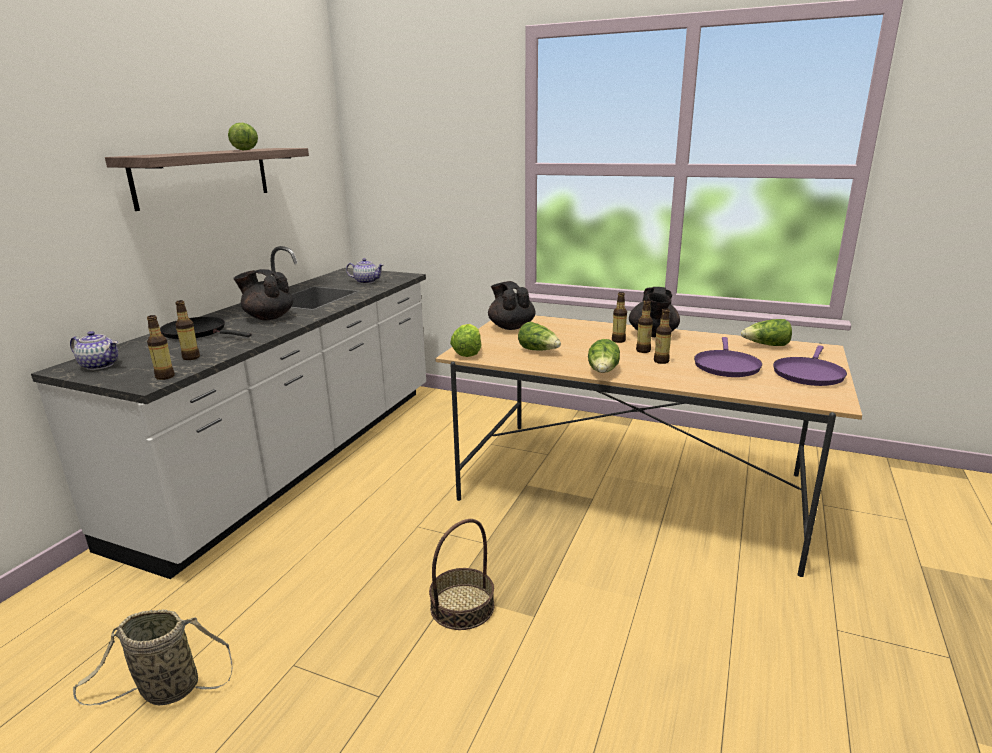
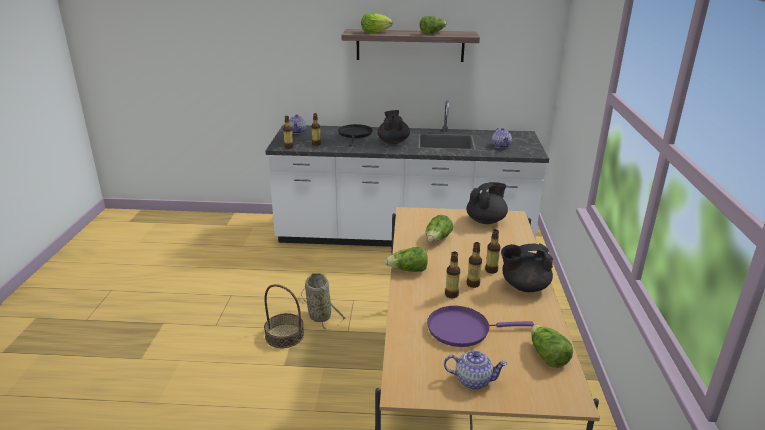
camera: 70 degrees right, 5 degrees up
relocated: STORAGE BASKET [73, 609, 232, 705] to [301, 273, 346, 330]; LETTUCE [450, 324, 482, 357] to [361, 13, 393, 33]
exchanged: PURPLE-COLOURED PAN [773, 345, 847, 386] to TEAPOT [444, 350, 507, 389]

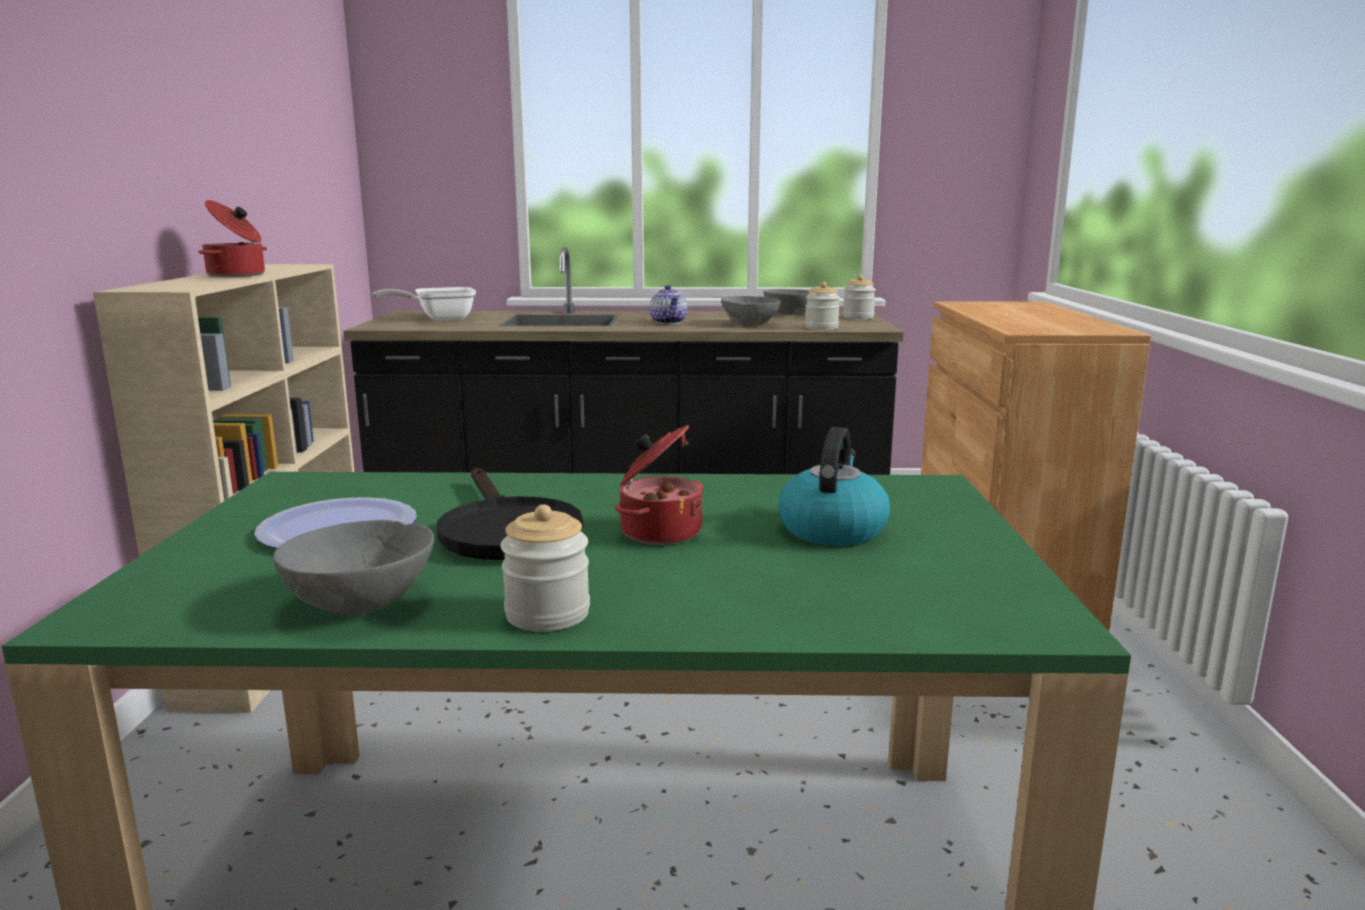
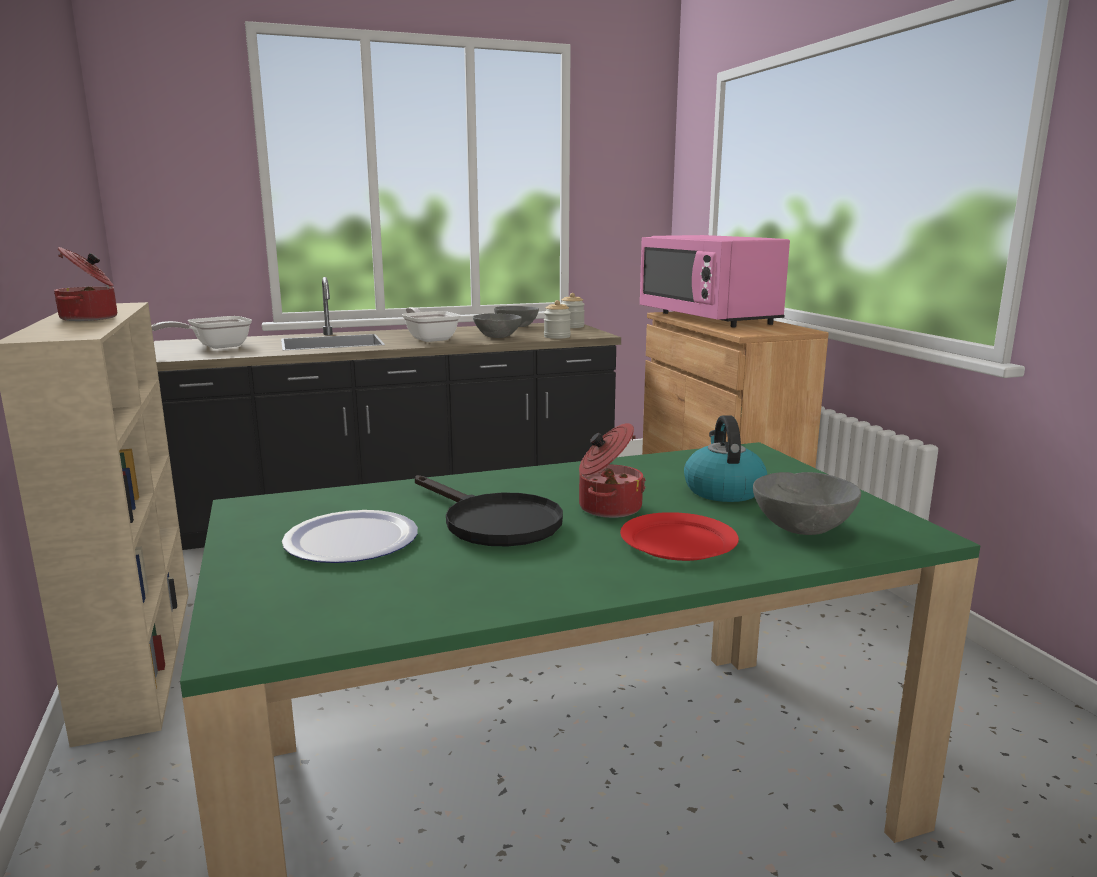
camera: 20 degrees left, 0 degrees up
missing: STORAGE JAR [500, 504, 590, 632]
appeared: RED-COLOURED DINNER PLATE [620, 512, 739, 561]; PINK-COLOURED MICROWAVE OVEN [640, 235, 790, 327]
relocated: GREYISH DEEP DISH [273, 520, 434, 615] to [753, 472, 861, 535]
exchanged: TEAPOT [649, 285, 687, 324] to PAN [402, 307, 461, 342]

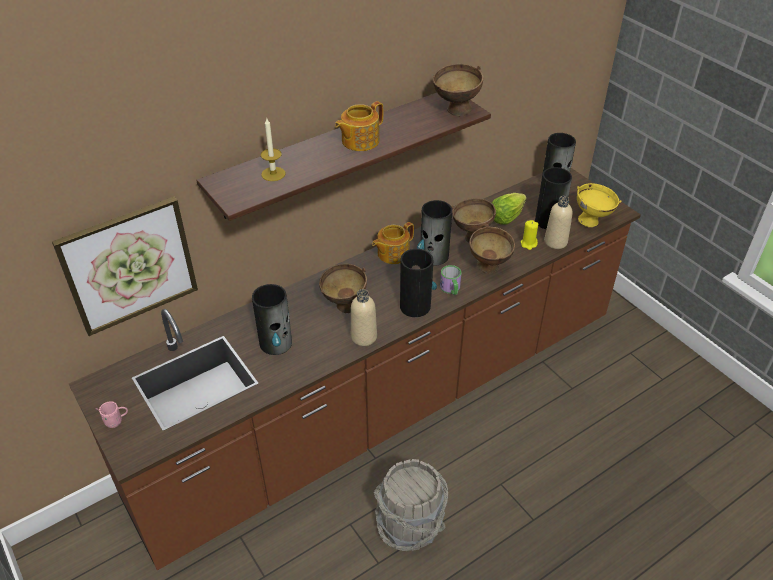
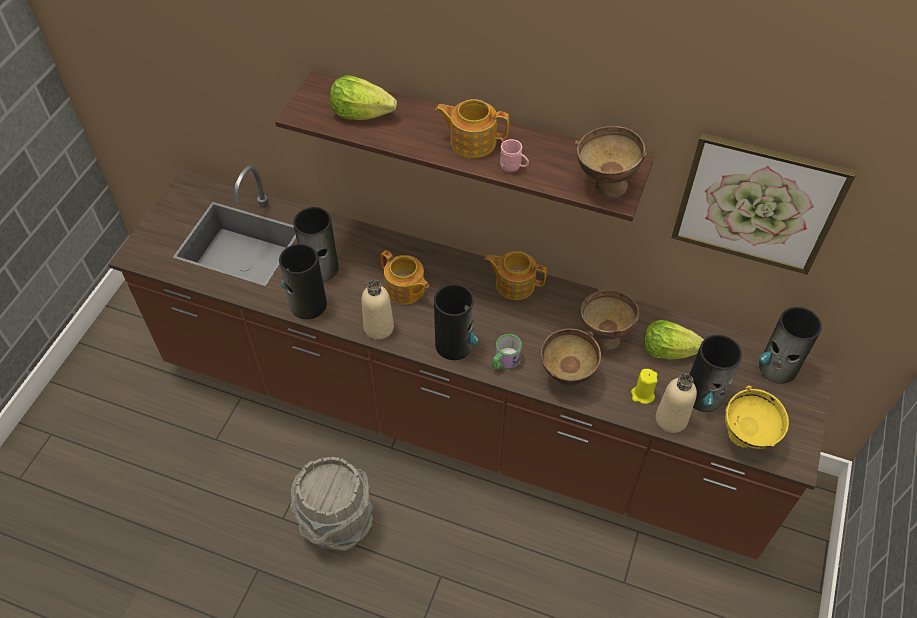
camera: 55 degrees right, 10 degrees up
relocated: VASE [417, 200, 452, 266] to [279, 244, 327, 319]; PINK-COLOURED MUG [96, 401, 128, 428] to [500, 137, 529, 172]; WALL ART [52, 197, 198, 336] to [671, 133, 856, 275]
exchanged: WAX CANDLE [261, 117, 285, 181] to LETTUCE [330, 75, 397, 120]; BROWNISH DEEP DISH [319, 263, 367, 313] to TEAPOT [381, 250, 429, 304]

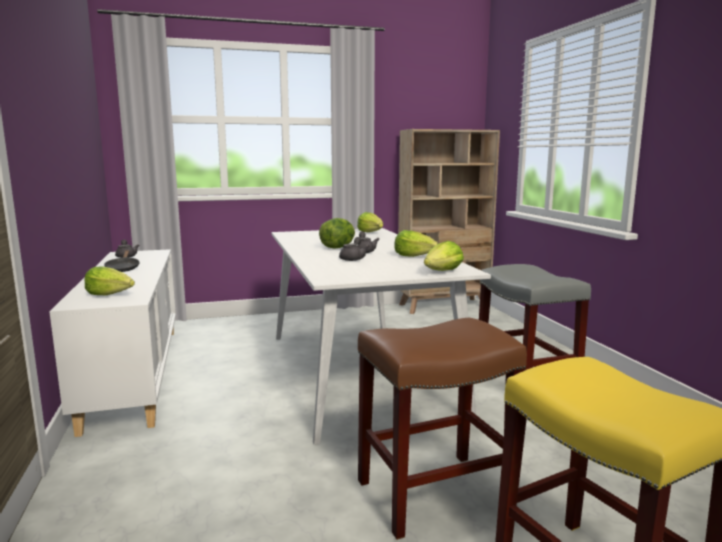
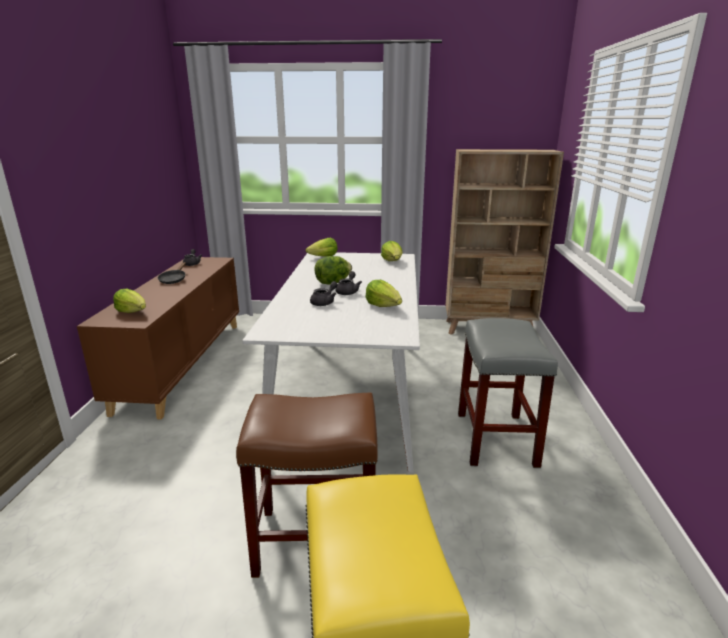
camera: 20 degrees right, 10 degrees up
relocated: LETTUCE [424, 241, 464, 271] to [306, 238, 338, 256]
colour: WHITE CABINET [49, 249, 176, 437] to BROWNISH CABINET [77, 257, 239, 420]

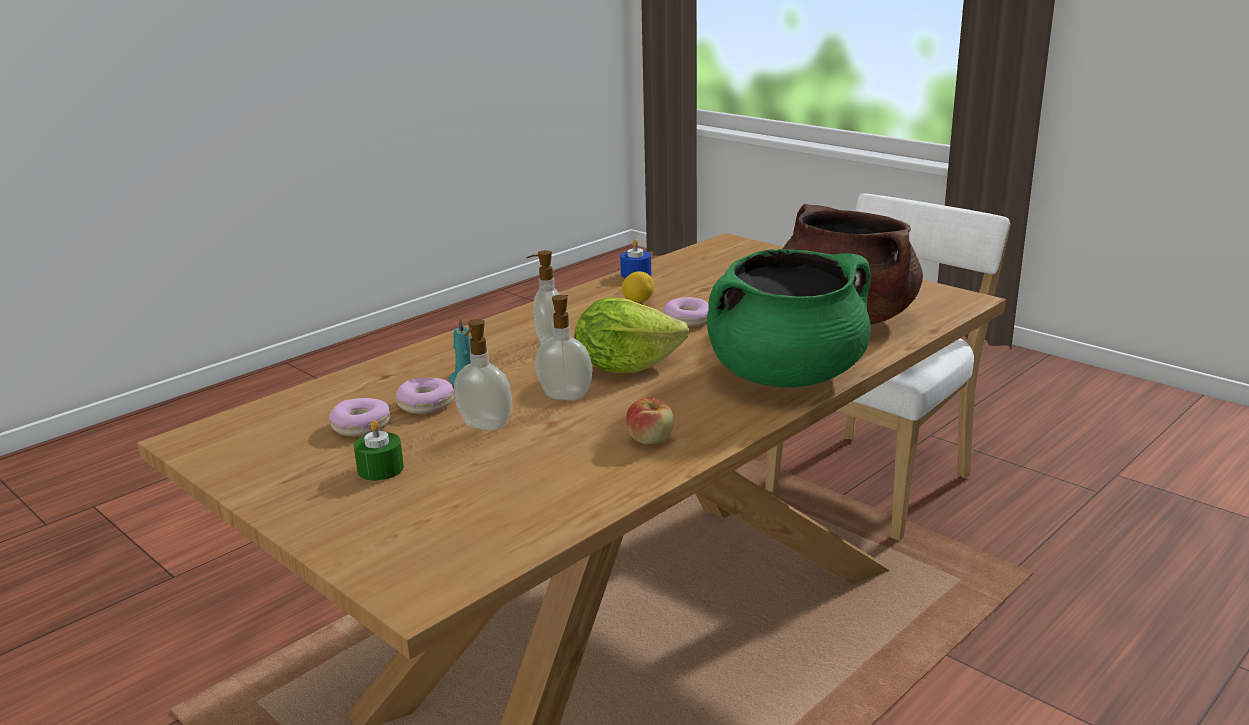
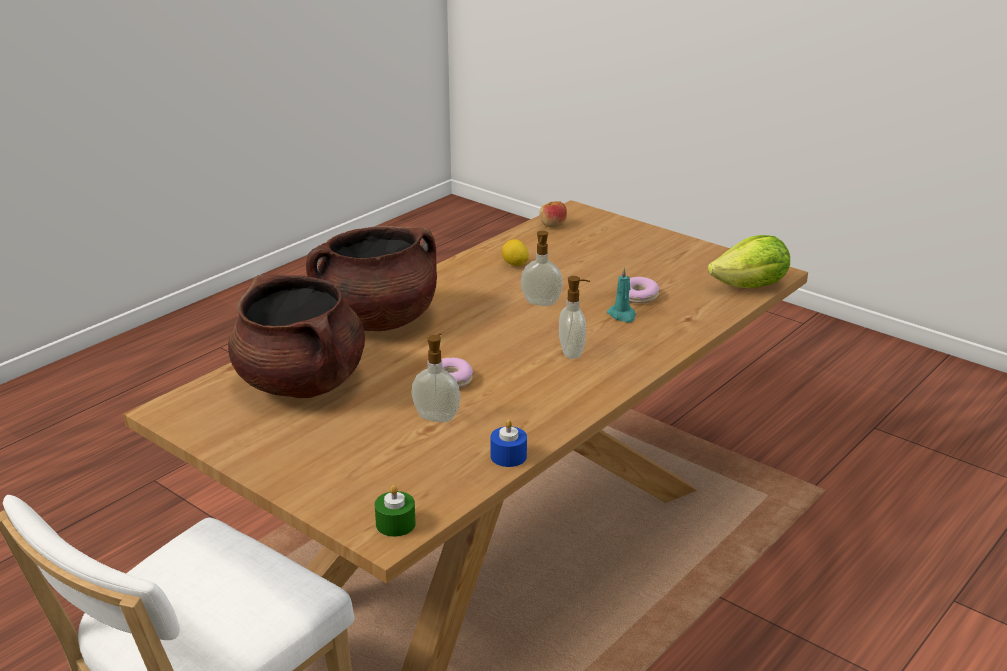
camera: 175 degrees right, 5 degrees up
missing: DOUGHNUT [329, 398, 390, 437]
relocated: GREENISH WAX CANDLE [354, 420, 404, 481] to [375, 485, 416, 537]; SOAP BOTTLE [454, 319, 512, 430] to [412, 333, 460, 422]; WHOLE LEMON [622, 271, 654, 303] to [502, 239, 529, 266]; APPLE FRUIT [626, 398, 674, 444] to [540, 201, 567, 228]; LETTUCE [575, 298, 689, 373] to [708, 235, 790, 288]
colour: GREENISH COOKING POT [707, 249, 871, 387] to BROWNISH COOKING POT [306, 226, 437, 331]

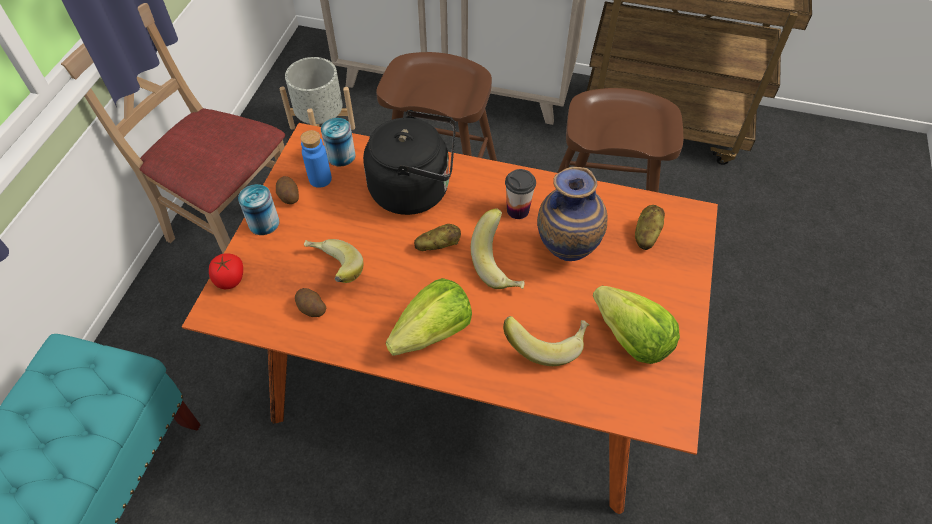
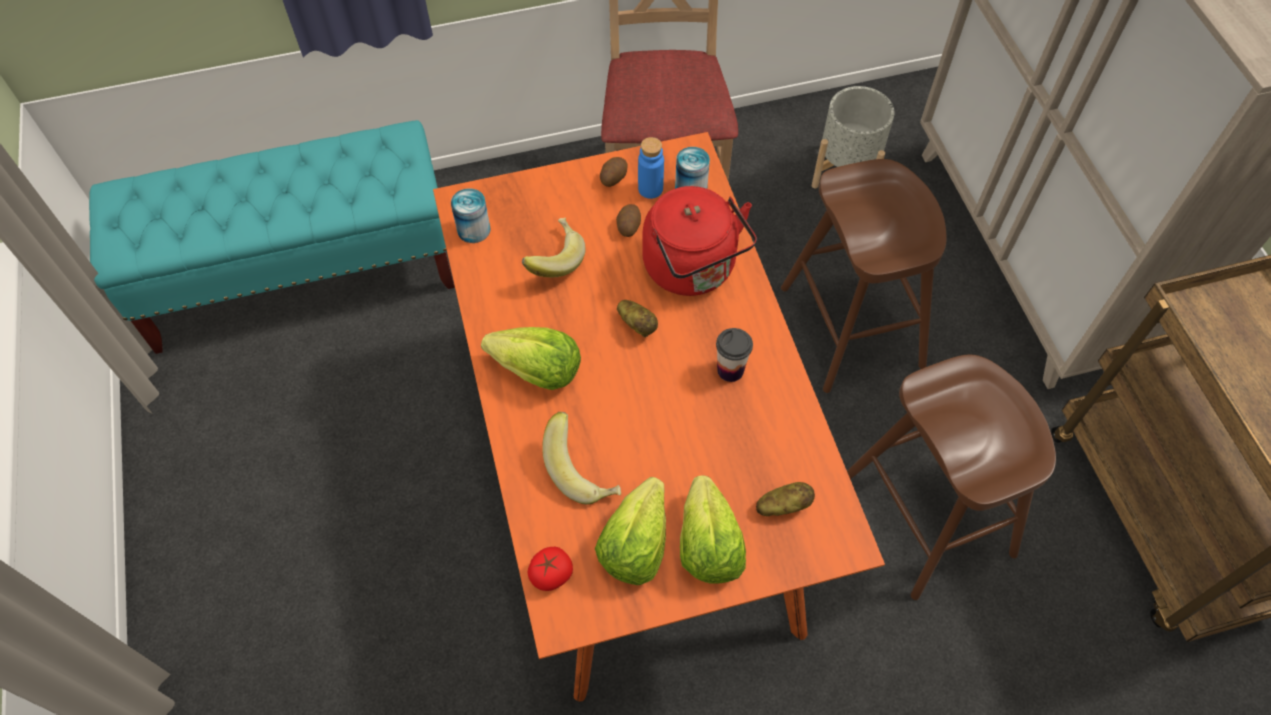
camera: 60 degrees right, 5 degrees up
missing: BANANA [471, 208, 525, 289]; VASE [537, 167, 608, 261]
appeared: LETTUCE [680, 476, 746, 584]
relocated: METAL CAN [238, 184, 279, 235] to [451, 188, 491, 243]; WHOLE TOMATO [209, 254, 243, 289] to [528, 547, 573, 591]; WHOLE POTATO [295, 288, 326, 317] to [616, 204, 641, 237]
colour: BLACK-COLOURED TEA KETTLE [363, 110, 456, 215] to RED-COLOURED TEA KETTLE [642, 186, 757, 296]

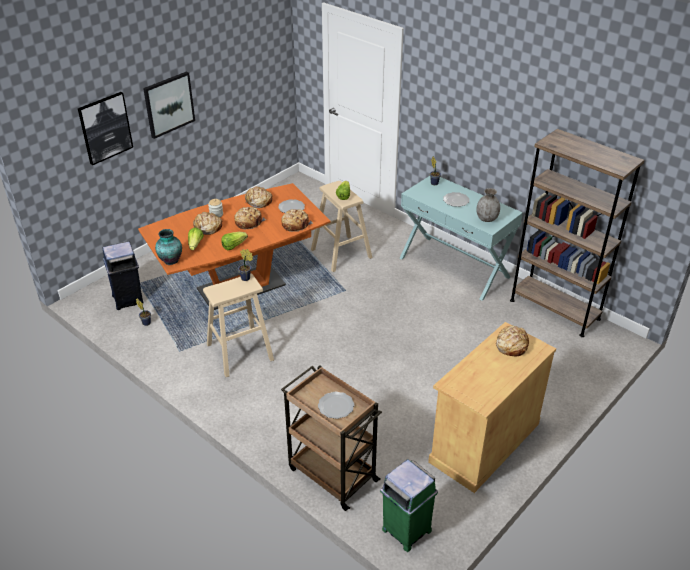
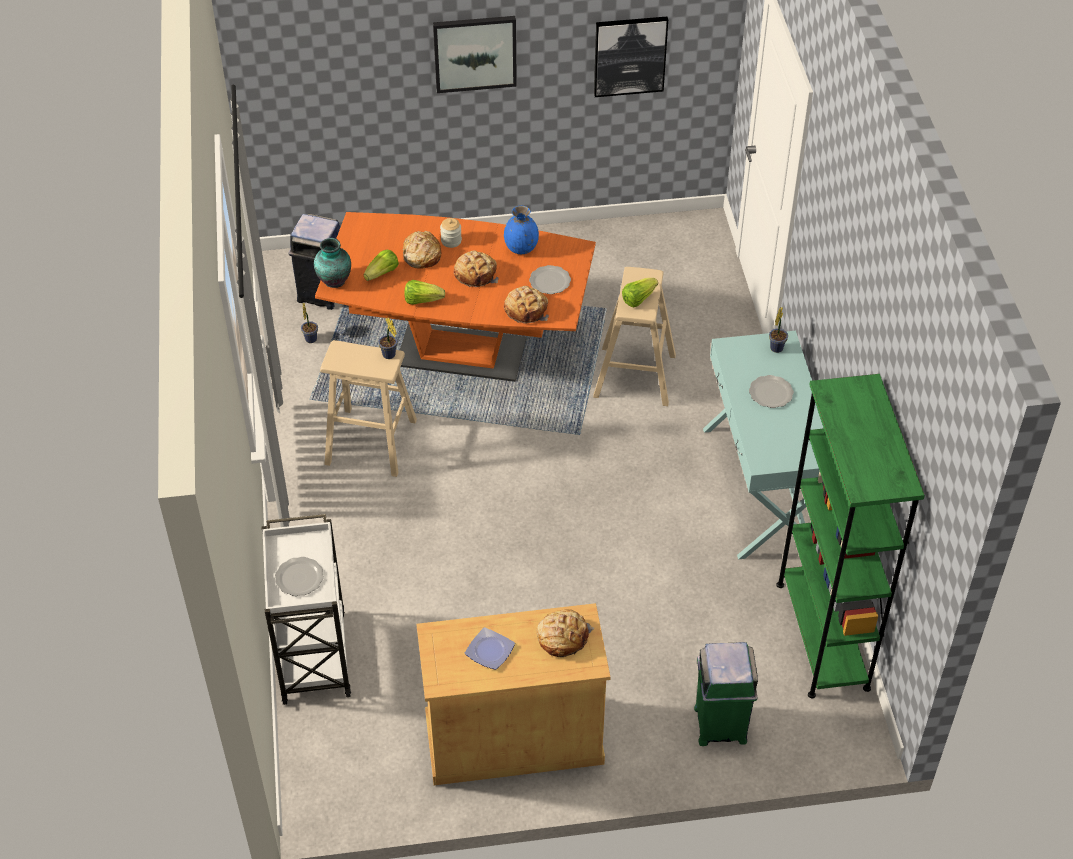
camera: 40 degrees right, 10 degrees up
missing: GREYISH VASE [476, 188, 500, 222]
appeared: DINNER PLATE [465, 627, 515, 670]
relocated: WALL ART [78, 92, 133, 165] to [594, 17, 668, 97]; GREENISH WASTE BIN [380, 459, 438, 552] to [694, 642, 758, 746]
exchanged: BAKED BREAD [245, 186, 273, 208] to BLUE VASE [504, 206, 539, 254]
colour: BROWNISH WHEELED CART [281, 366, 382, 511] to WHITE WHEELED CART [262, 514, 351, 705]; BROWNISH BOOKCASE [510, 129, 645, 337] to GREENISH BOOKCASE [776, 374, 925, 698]

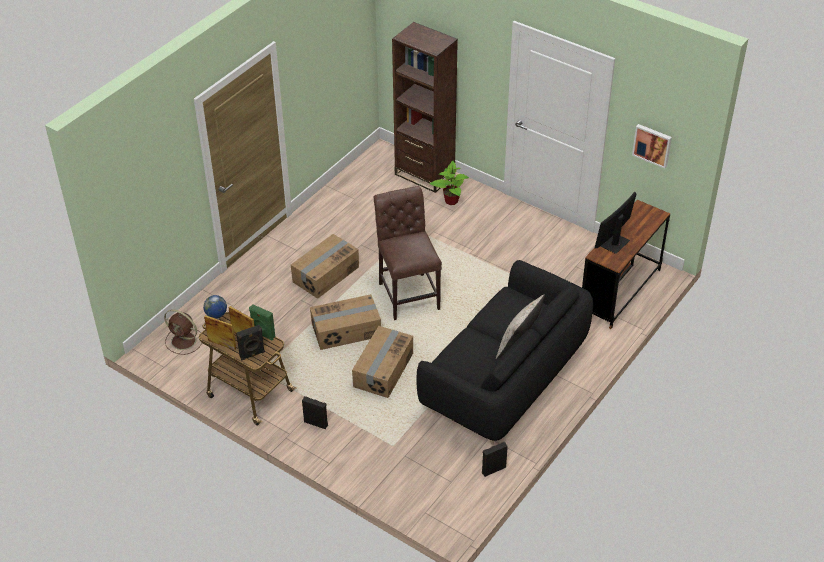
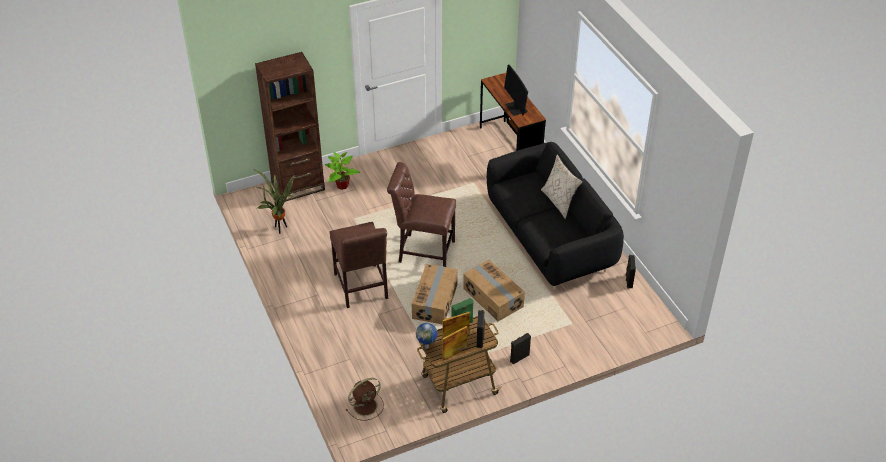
camera: 60 degrees left, 0 degrees up
missing: WALL ART [632, 124, 672, 169]
appeared: POTTED PLANT [254, 169, 295, 234]
exchanged: CARDBOARD BOX [291, 234, 359, 299] to BROWNISH UPRIGHT CHAIR [329, 222, 388, 308]

